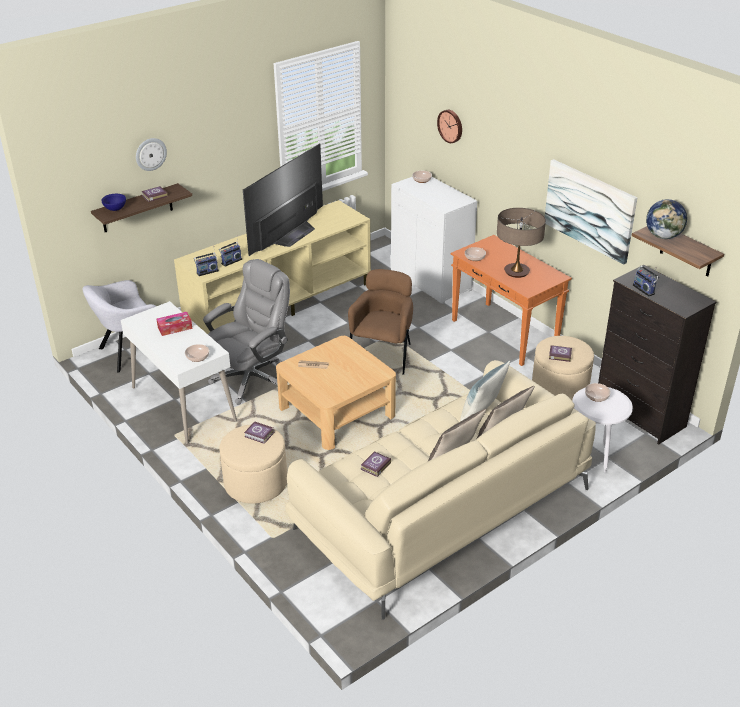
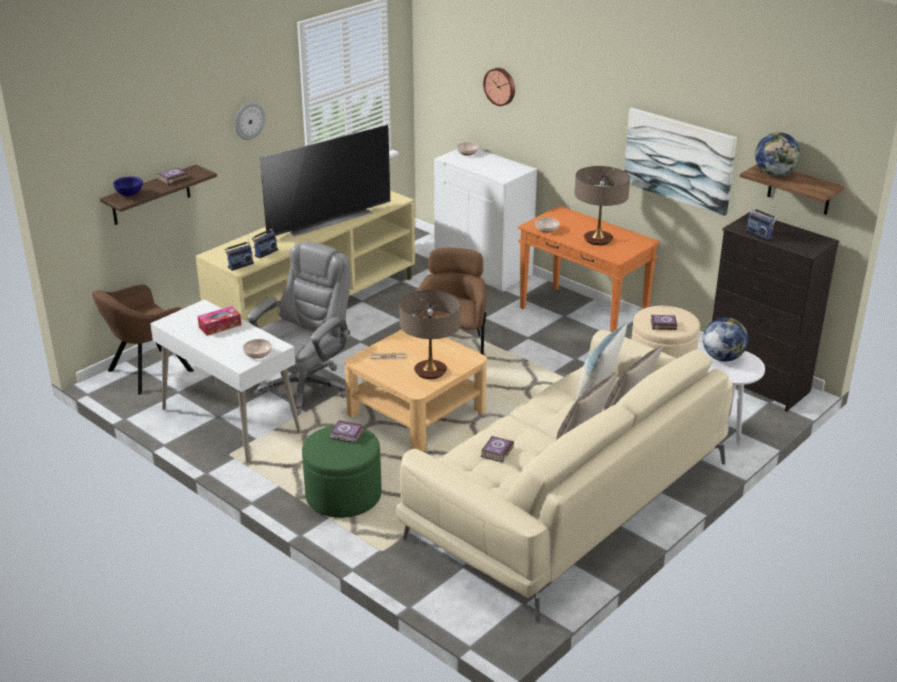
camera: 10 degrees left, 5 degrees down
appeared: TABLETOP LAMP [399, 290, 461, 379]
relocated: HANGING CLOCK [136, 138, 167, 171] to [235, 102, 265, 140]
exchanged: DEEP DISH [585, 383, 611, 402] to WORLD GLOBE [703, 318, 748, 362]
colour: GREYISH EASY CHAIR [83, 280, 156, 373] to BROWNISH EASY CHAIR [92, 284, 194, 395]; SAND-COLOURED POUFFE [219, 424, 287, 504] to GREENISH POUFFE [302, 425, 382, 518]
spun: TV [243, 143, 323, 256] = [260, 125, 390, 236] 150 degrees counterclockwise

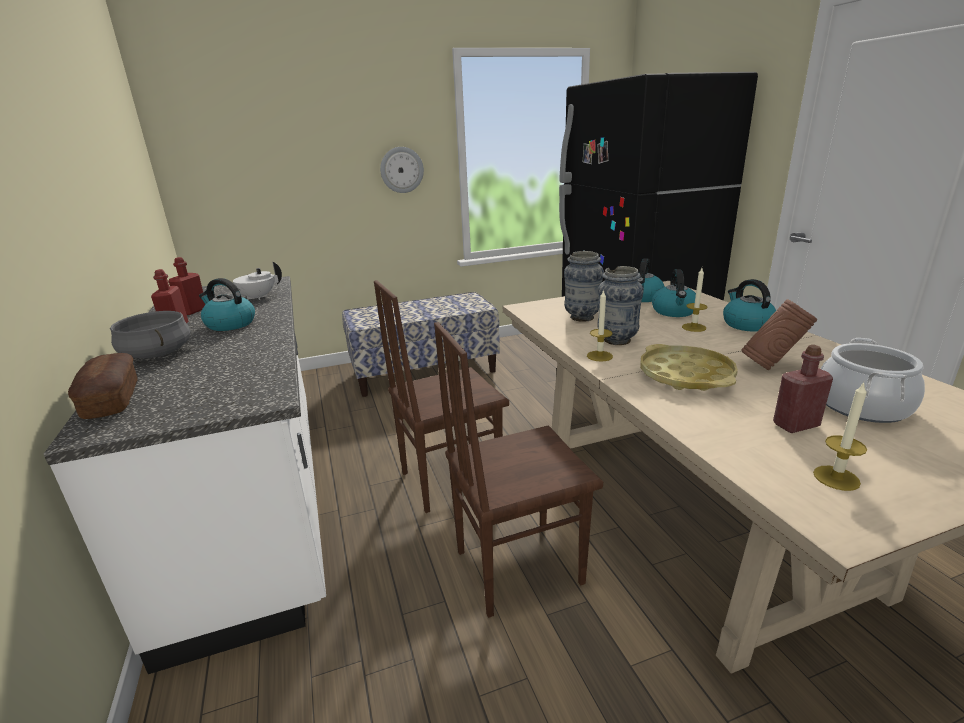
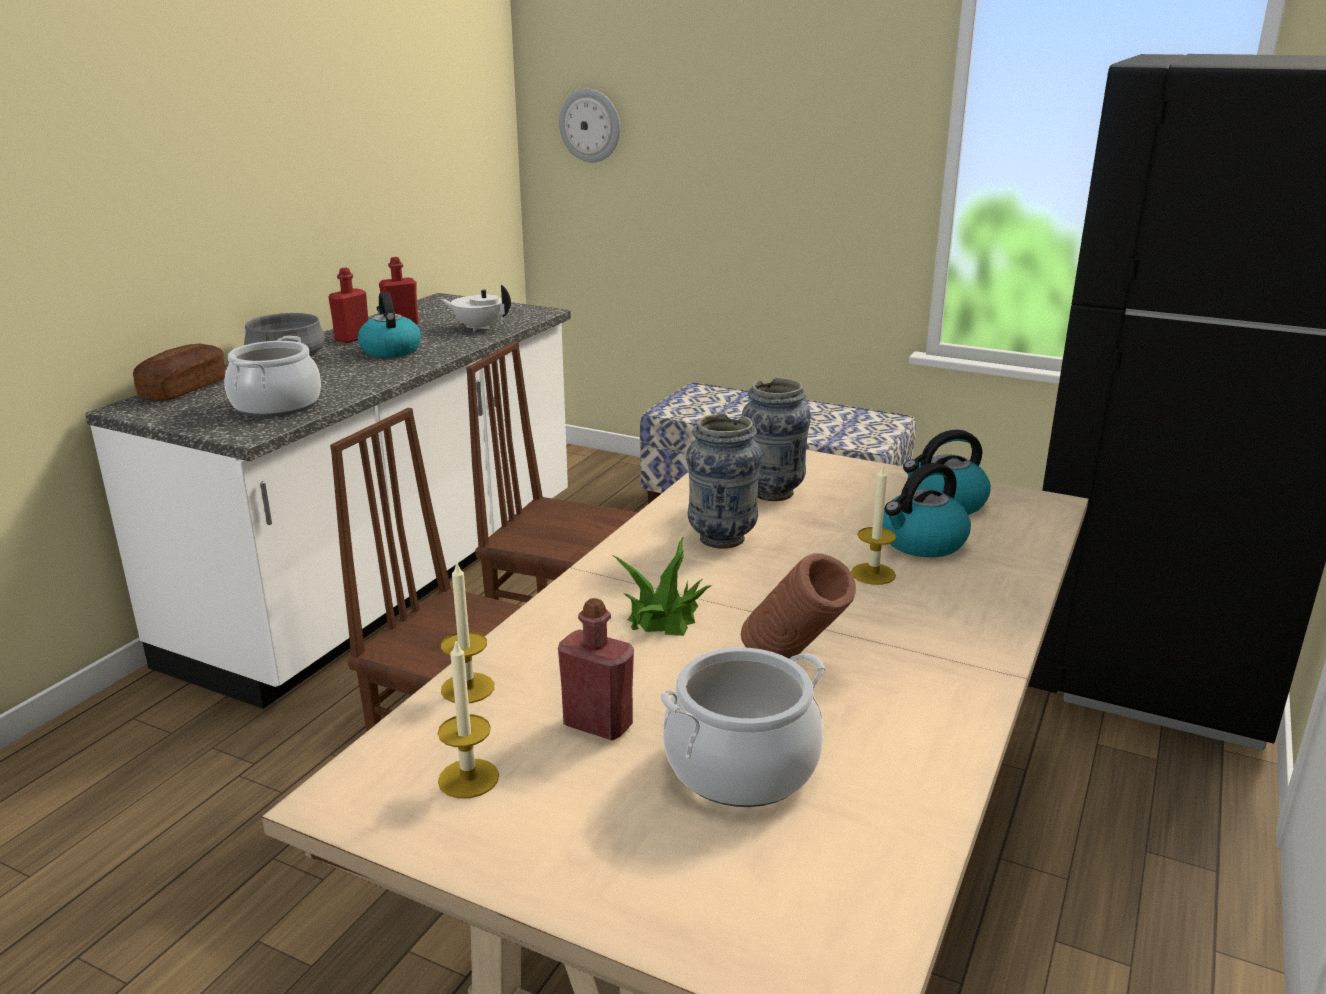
camera: 45 degrees right, 0 degrees up
missing: TEA KETTLE [723, 279, 776, 332]
appeared: COOKING POT [224, 336, 321, 417]
relocated: WAX CANDLE [587, 289, 613, 362] to [441, 561, 494, 703]; HANGING CLOCK [380, 147, 424, 193] to [559, 89, 620, 162]
exchanged: YELLOW-COLOURED CARRYING TRAY [640, 344, 738, 391] to POTTED PLANT [614, 536, 712, 636]

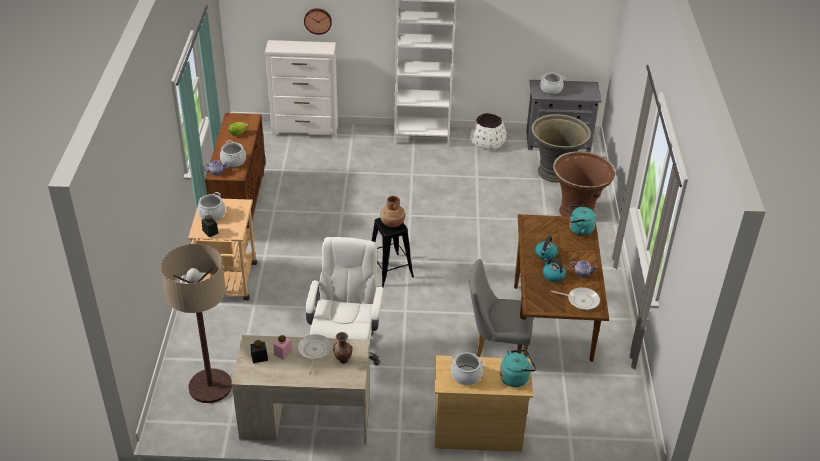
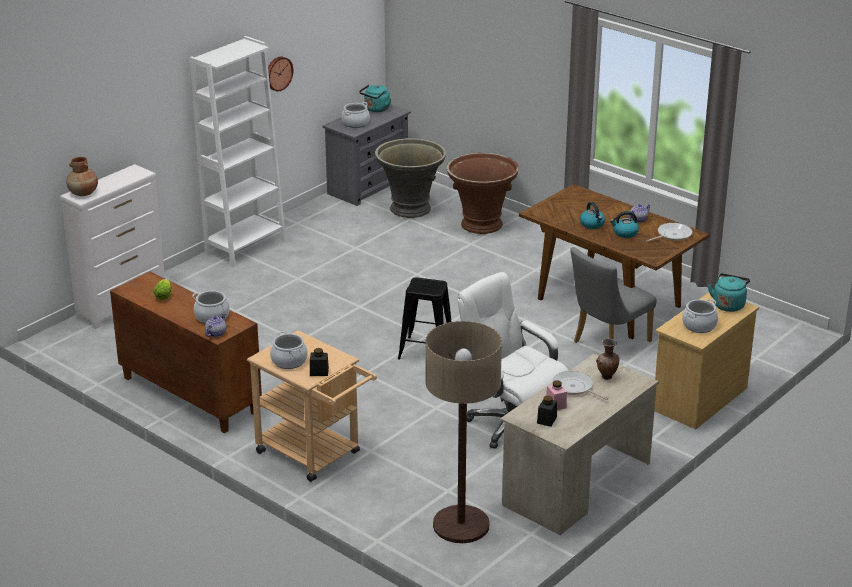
camera: 50 degrees left, 10 degrees down
missing: WHITE PLANTER [469, 113, 507, 150]
relocated: BROWNISH VASE [380, 196, 405, 227] to [66, 157, 98, 196]; HANGING CLOCK [304, 8, 332, 35] to [268, 56, 293, 91]; BLUE-GREEN TEA KETTLE [568, 205, 596, 236] to [359, 85, 391, 112]

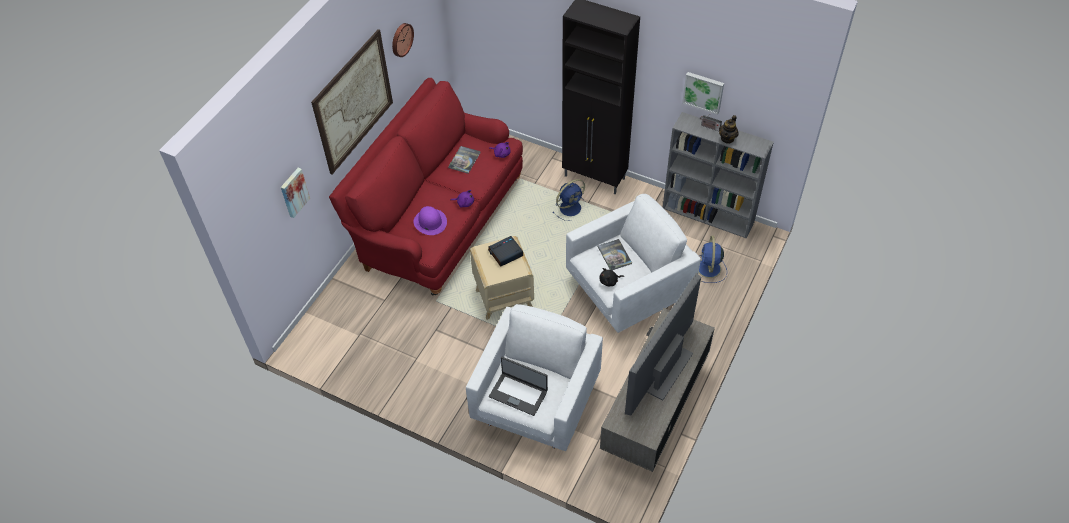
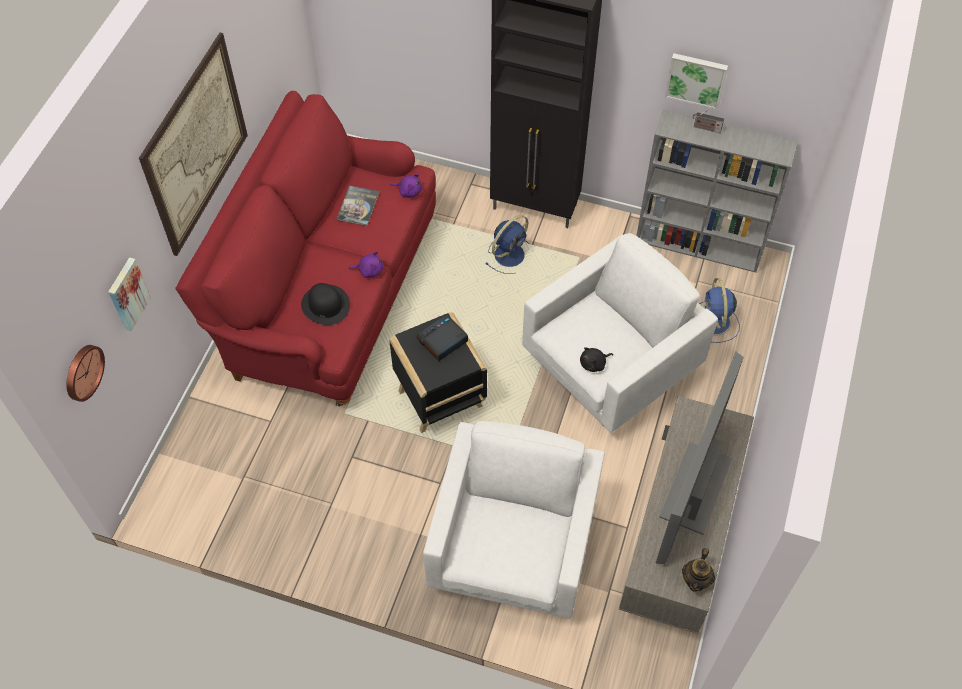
camera: 10 degrees left, 5 degrees up
missing: NOTEBOOK COMPUTER [489, 357, 548, 416]; BOUND BOOK [598, 239, 632, 270]
relocated: HANGING CLOCK [392, 23, 414, 57] to [67, 345, 105, 402]; TEAPOT [719, 115, 739, 144] to [682, 548, 715, 592]
colour: PURPLE-COLOURED WEARABLE HAT [414, 206, 447, 235] to BLACK-COLOURED WEARABLE HAT [301, 283, 350, 325]; SAND-COLOURED END TABLE [470, 236, 534, 320] to BLACK-COLOURED END TABLE [390, 312, 487, 433]

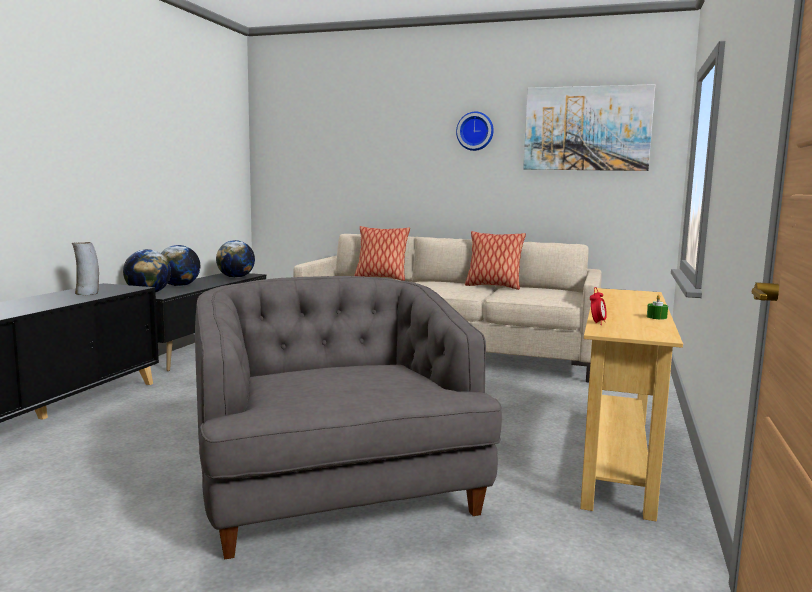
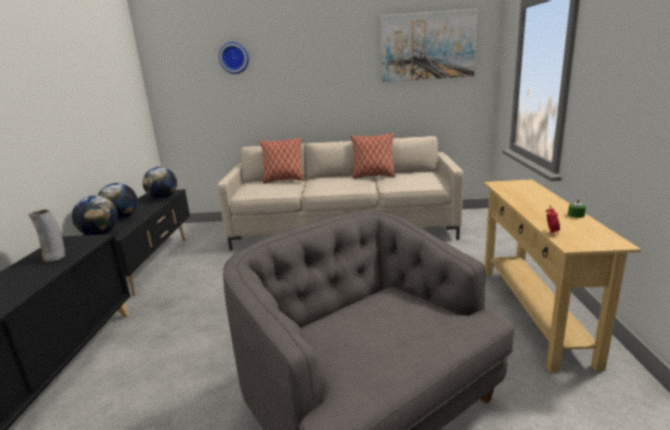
camera: 15 degrees left, 10 degrees up
relocated: HANGING CLOCK [456, 112, 494, 151] to [219, 42, 249, 74]

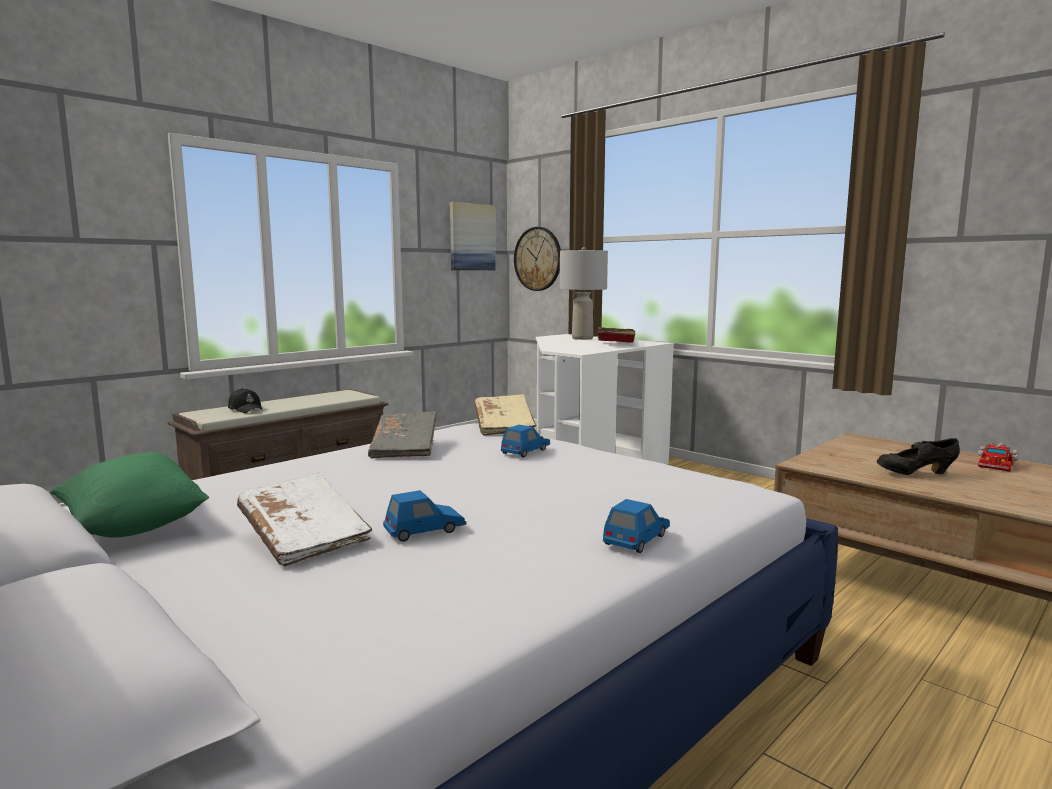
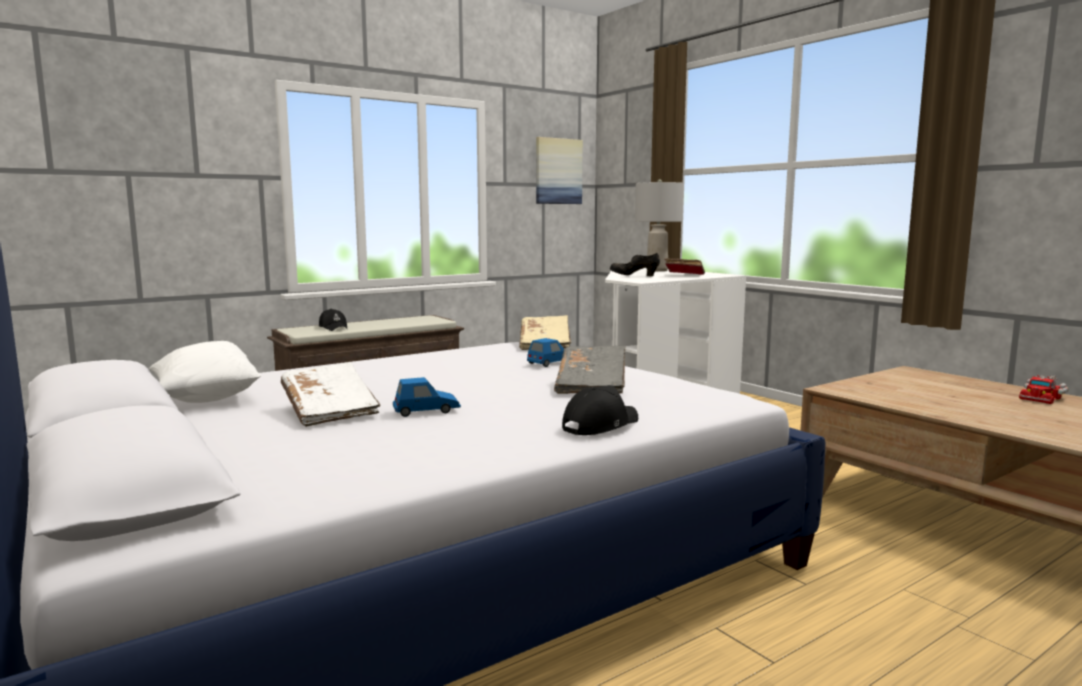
camera: 10 degrees right, 0 degrees up
missing: HANGING CLOCK [514, 227, 561, 291]
relocated: GREYISH BOUND BOOK [368, 411, 437, 459] to [554, 345, 625, 394]; BLACK-COLOURED SHOE [877, 438, 960, 475] to [610, 253, 660, 276]
exchanged: BLUE MINIATURE CAR [603, 499, 670, 553] to BLACK-COLOURED BASEBALL CAP [562, 385, 638, 435]
colour: GREENISH THROW PILLOW [50, 452, 209, 538] to WHITE THROW PILLOW [149, 341, 261, 403]

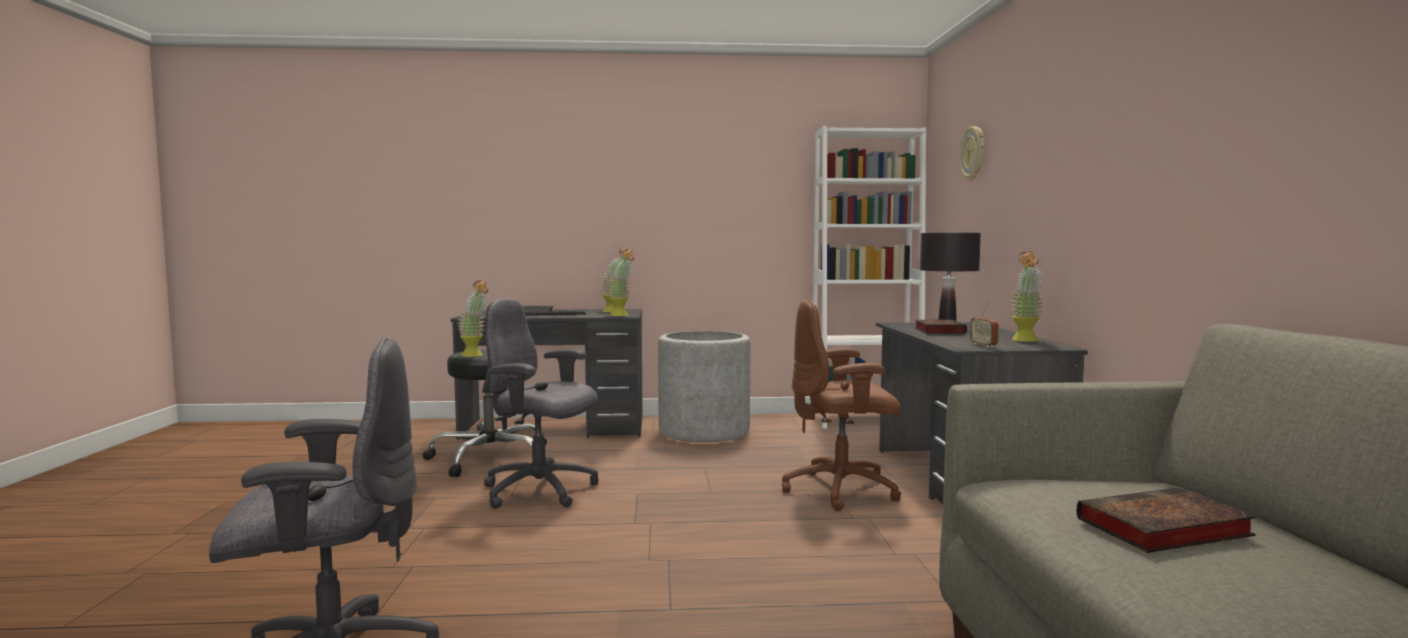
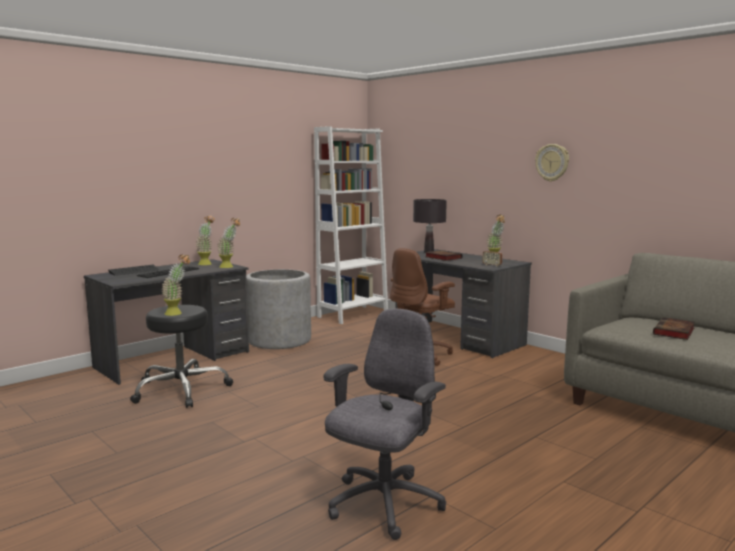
camera: 40 degrees left, 5 degrees up
missing: GREYISH OFFICE CHAIR [482, 298, 599, 509]
relocated: HANGING CLOCK [959, 126, 984, 181] to [535, 144, 569, 182]

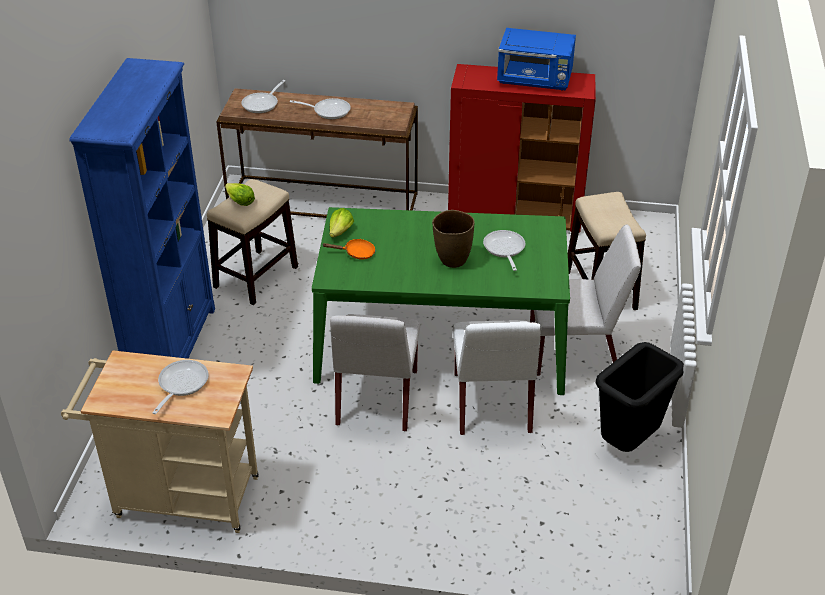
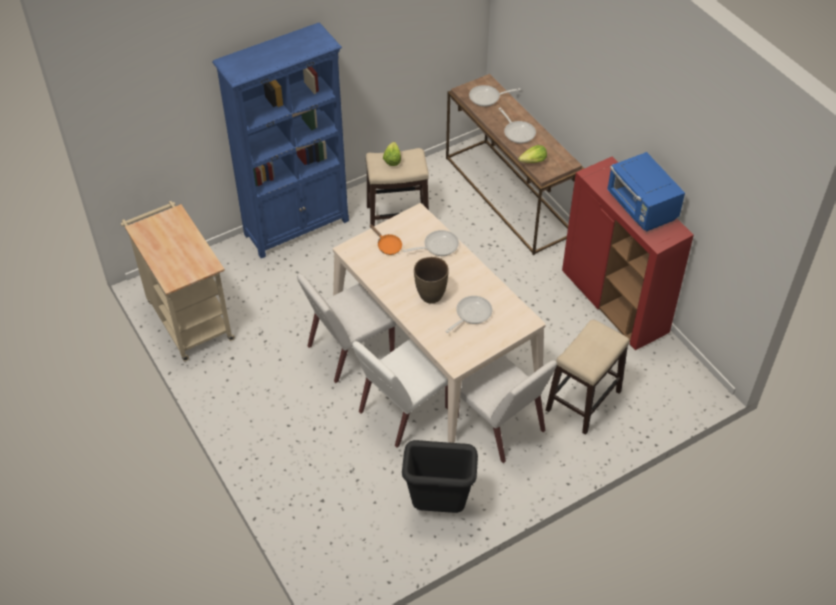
camera: 50 degrees right, 10 degrees up
relocated: PAN [152, 360, 209, 414] to [403, 230, 459, 256]; LETTUCE [329, 208, 354, 238] to [518, 145, 547, 163]
colour: GREENISH KITCHEN TABLE [312, 207, 570, 395] to SAND-COLOURED KITCHEN TABLE [333, 203, 546, 443]

